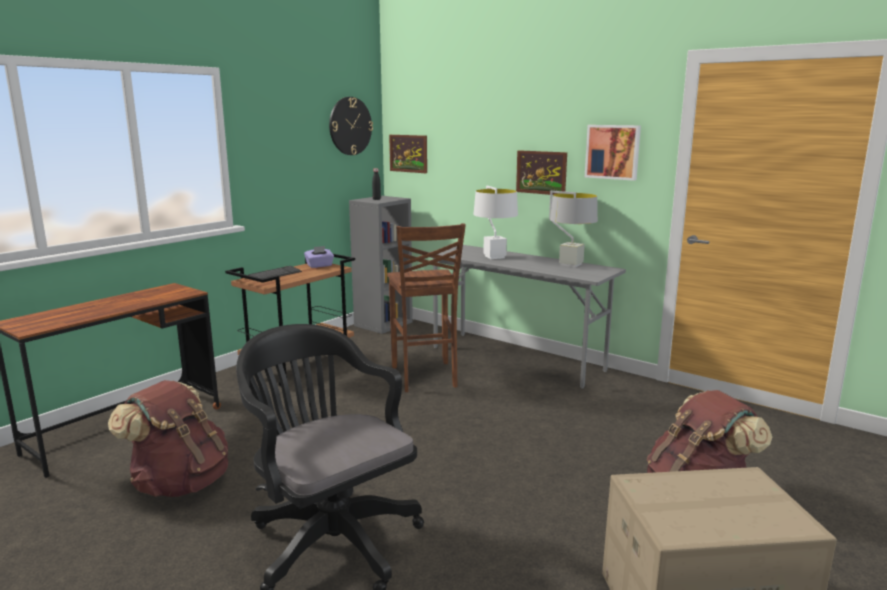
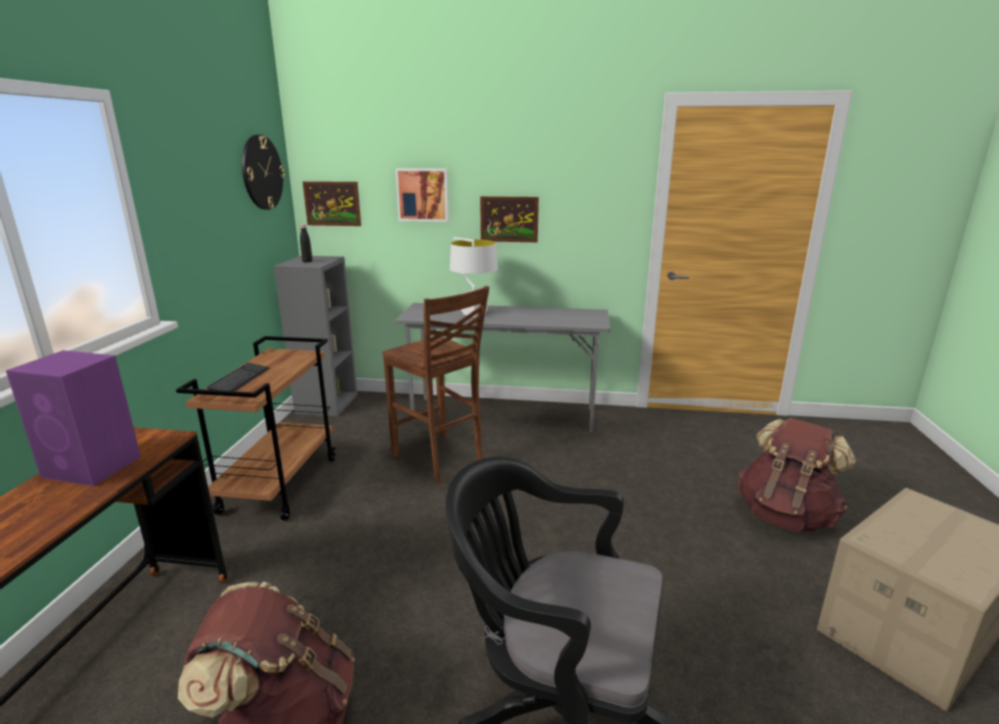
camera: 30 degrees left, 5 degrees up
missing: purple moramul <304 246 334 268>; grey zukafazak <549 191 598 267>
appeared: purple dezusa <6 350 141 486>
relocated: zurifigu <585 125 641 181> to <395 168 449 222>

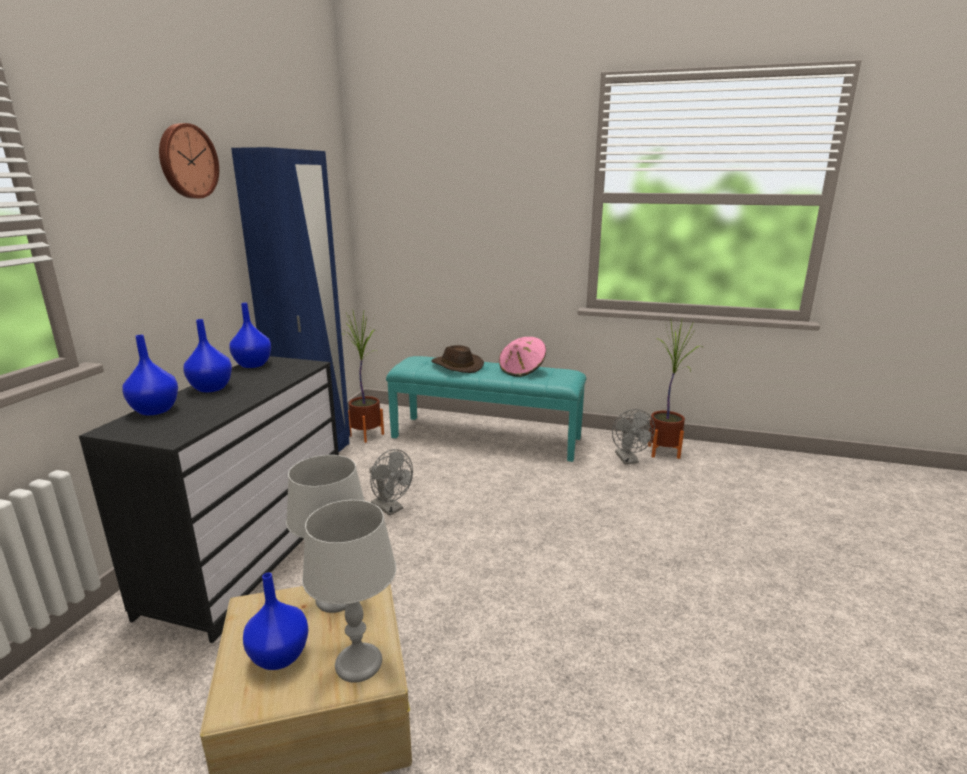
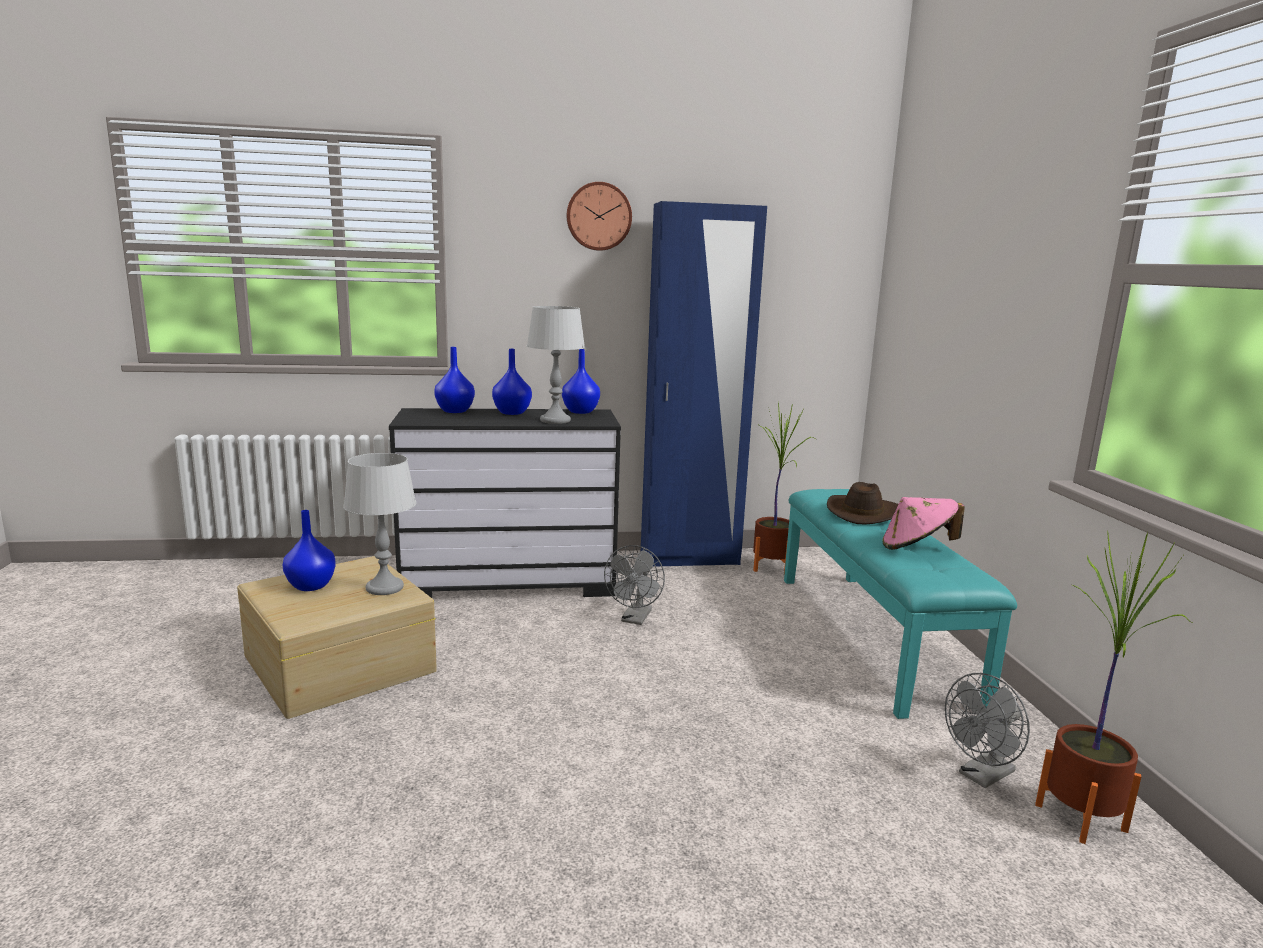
camera: 65 degrees right, 5 degrees down
relocated: grey zukafazak <302 500 396 683> to <527 306 585 424>

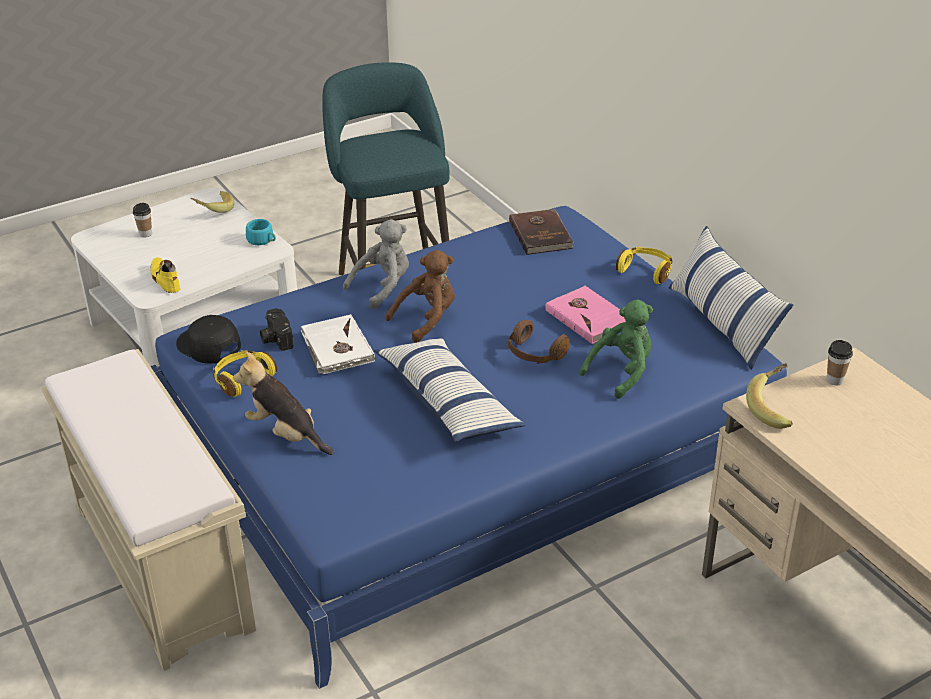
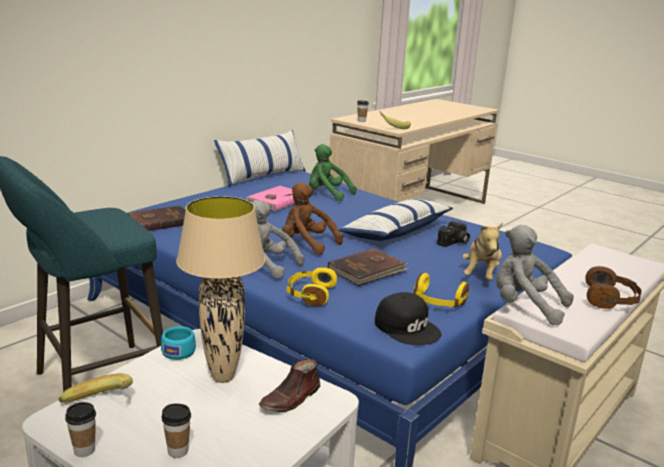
camera: 110 degrees left, 15 degrees down
appeared: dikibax <65 402 96 457>; beige zukafazak <176 196 265 383>; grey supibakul <496 225 574 325>
relocated: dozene <260 308 293 351> to <437 221 470 247>; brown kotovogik <508 320 570 364> to <585 266 642 309>; yellow kotovogik <616 247 672 284> to <286 267 337 306>
colour: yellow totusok <151 257 180 293> to brown totusok <259 359 320 412>; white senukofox <300 314 375 374> to brown senukofox <328 248 408 286>
spun: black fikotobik <176 315 241 364> = <375 292 441 345> 60 degrees counterclockwise

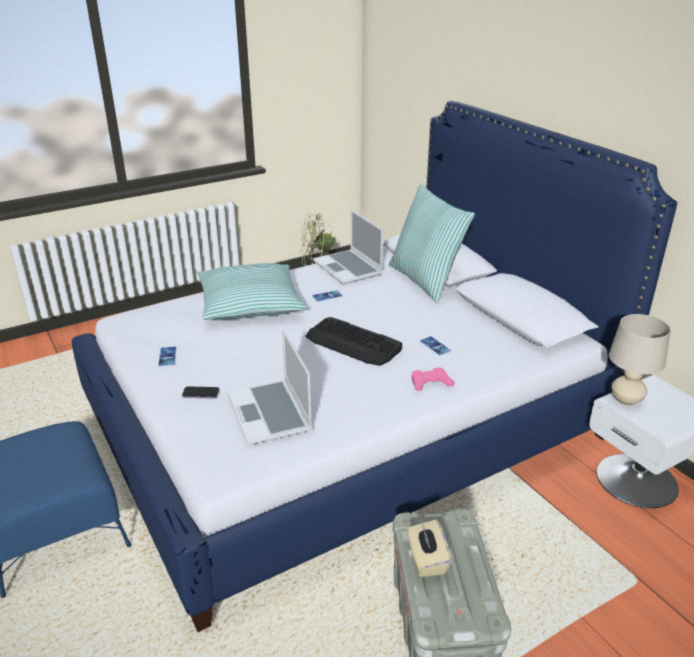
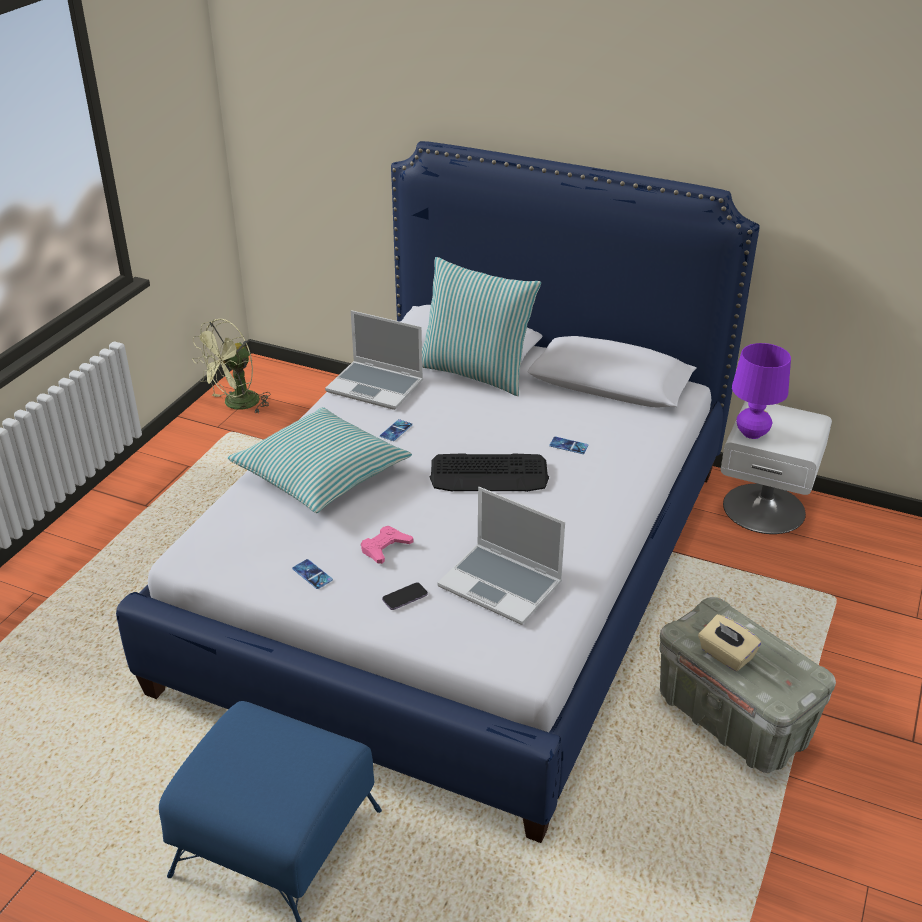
camera: 35 degrees left, 5 degrees up
relocated: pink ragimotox <412 367 455 391> to <361 526 413 564>
colour: beige zukafazak <609 314 671 406> to purple zukafazak <732 343 791 439>

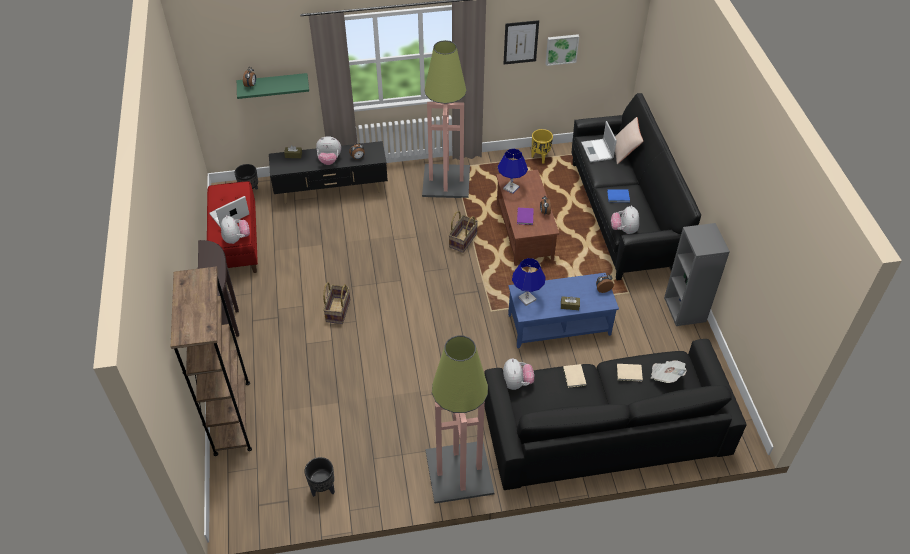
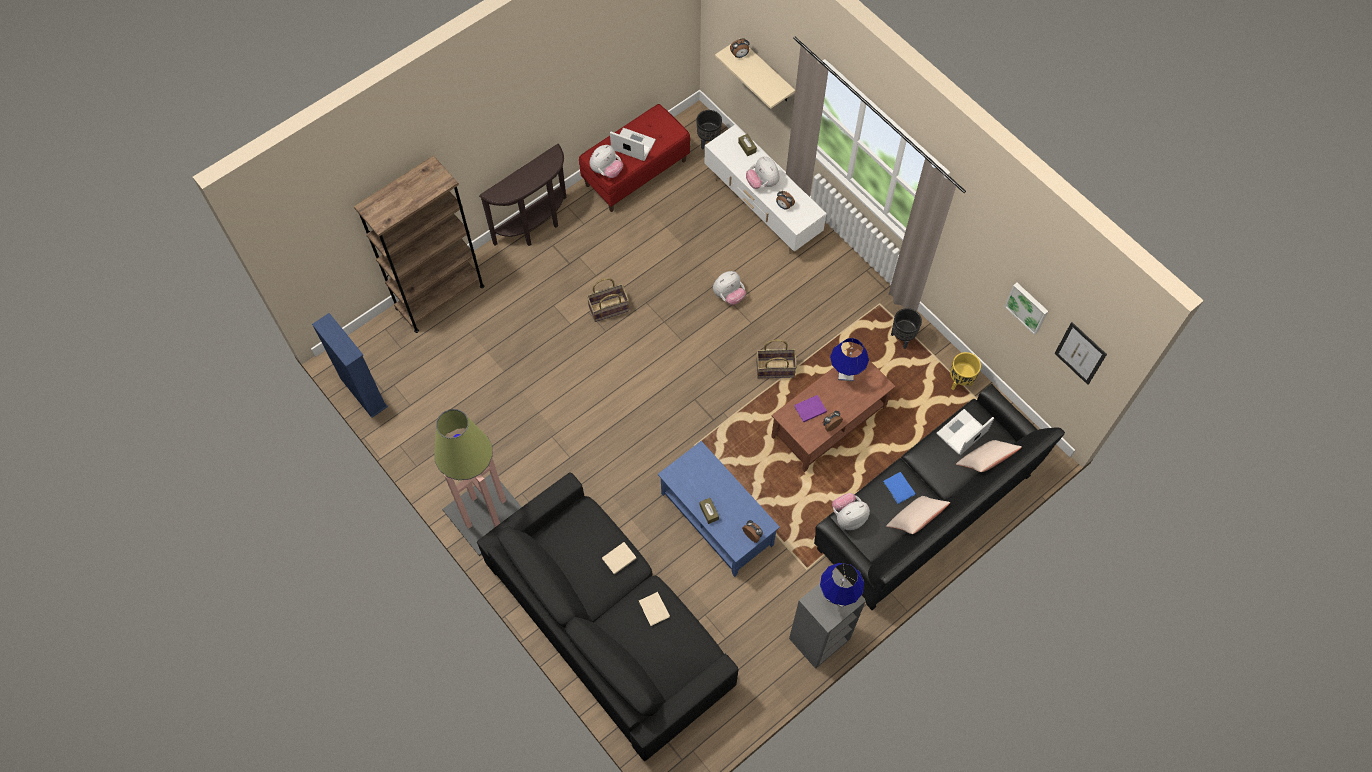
camera: 60 degrees right, 15 degrees up
missing: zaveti <422 40 470 198>; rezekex <651 360 687 383>
appeared: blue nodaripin <312 313 388 418>; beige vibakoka <886 496 950 534>
relocated: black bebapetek <305 457 335 497> to <891 308 922 349>; supibakul <503 358 534 390> to <713 271 746 305>; zurifigu <504 20 539 64> to <1054 322 1107 385>; blue zukafazak <512 258 546 306> to <820 563 864 608>
colour: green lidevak <237 73 309 99> to beige lidevak <715 38 795 109>; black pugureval <269 141 388 204> to white pugureval <705 125 827 254>

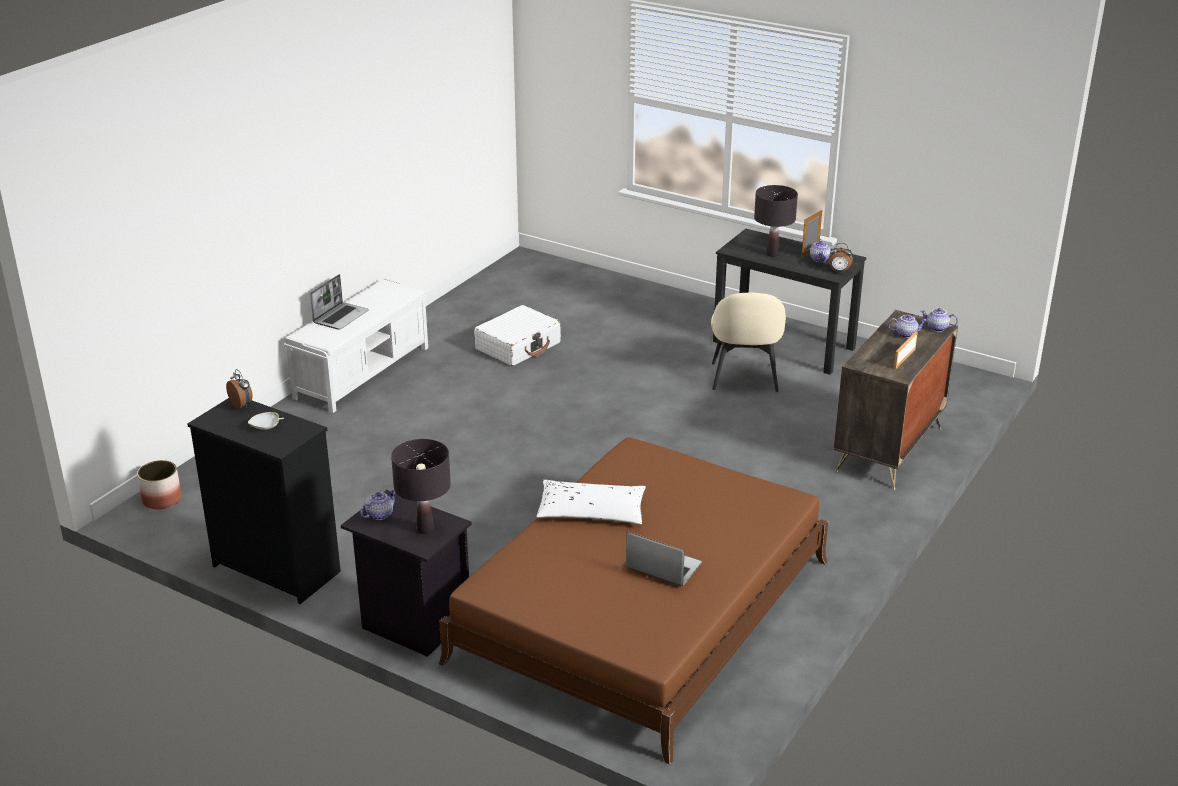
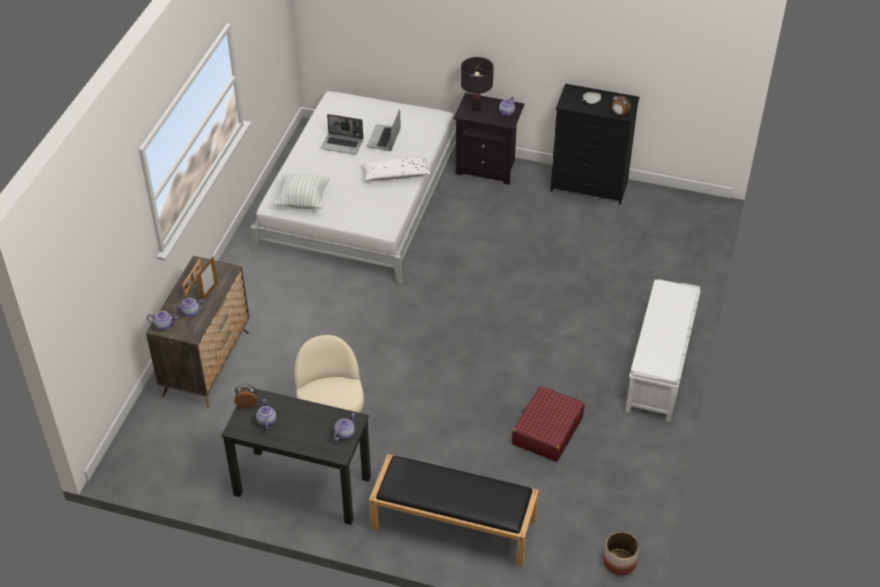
camera: 165 degrees right, 15 degrees up
missing: black zukafazak <754 185 798 257>
appeared: vibakoka <274 174 329 209>; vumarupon <333 413 355 441>; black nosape <369 454 539 567>
relocated: bebapetek <137 460 182 509> to <603 532 639 575>; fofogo <310 274 369 329> to <367 109 401 151>; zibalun <801 210 822 258> to <197 256 218 300>
colour: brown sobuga <439 437 828 765> to white sobuga <250 91 456 284>; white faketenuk <474 305 561 366> to red faketenuk <512 386 585 462>

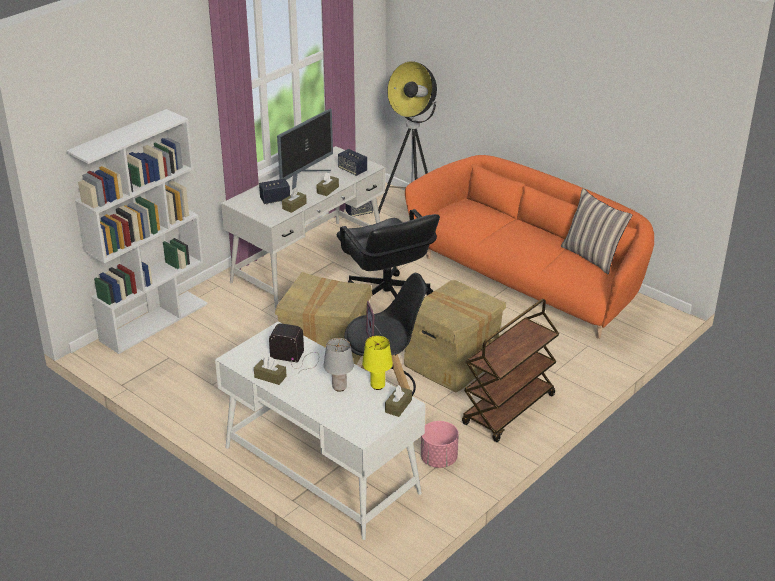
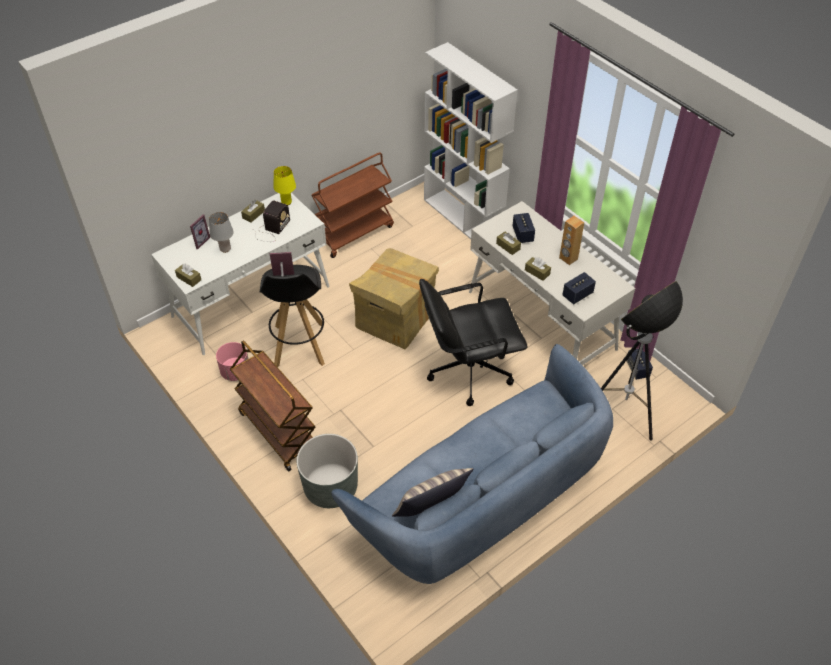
camera: 100 degrees right, 15 degrees up
missing: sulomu <404 280 506 393>
appeared: zibalun <190 214 210 250>; grey bebapetek <297 434 358 508>; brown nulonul <312 152 394 258>
relocated: yellow zukafazak <362 336 393 390> to <274 166 296 205>
exchanged: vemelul <277 109 333 190> to brown dezusa <559 216 584 265>
colour: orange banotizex <405 155 654 339> to blue banotizex <332 344 613 584>

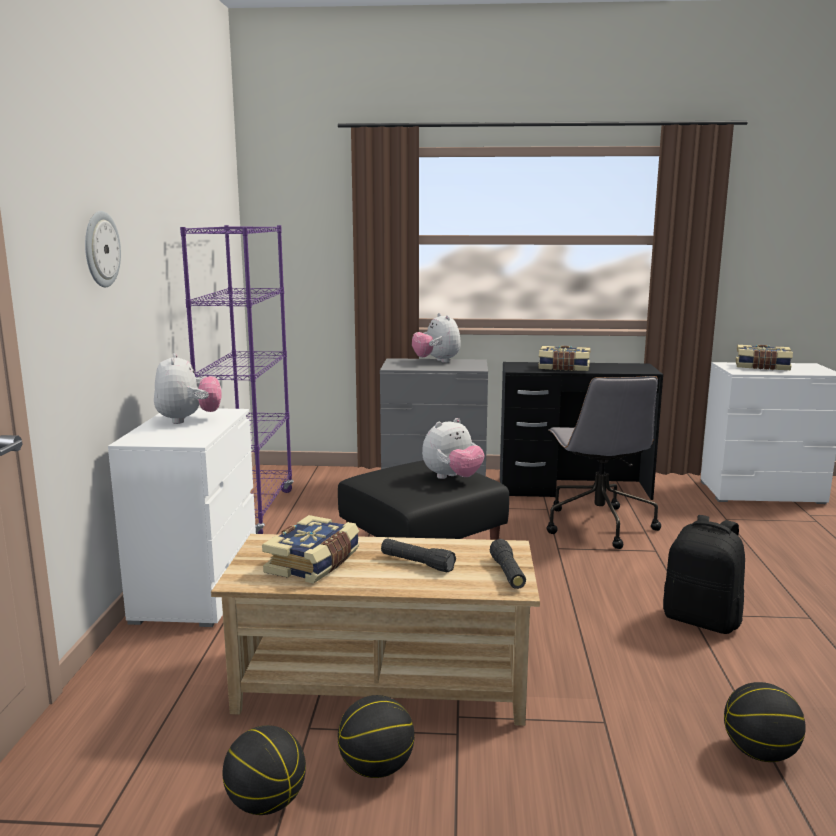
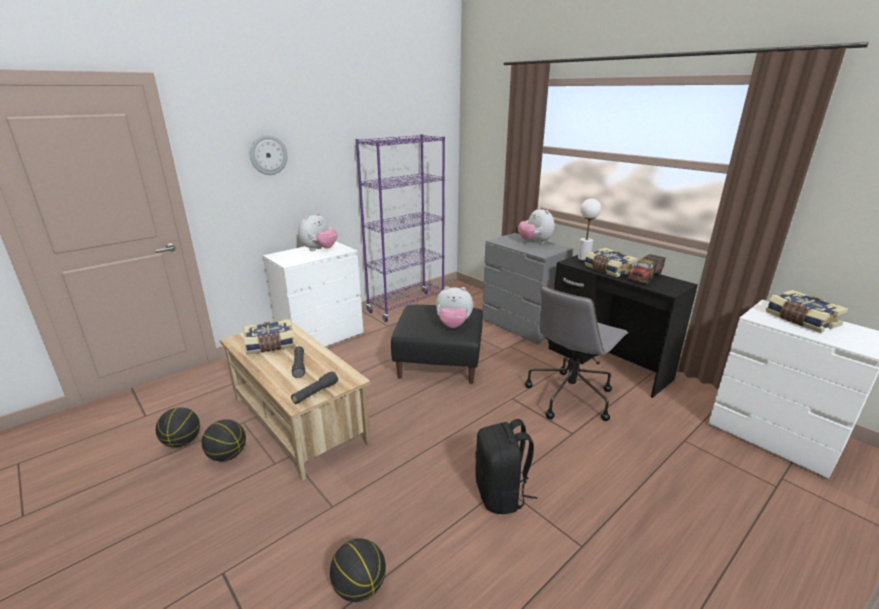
camera: 45 degrees right, 10 degrees up
appeared: white zukafazak <578 198 601 260>; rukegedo <628 254 666 285>
spun: supibakul <412 313 461 363> = <518 207 555 244> 45 degrees counterclockwise

